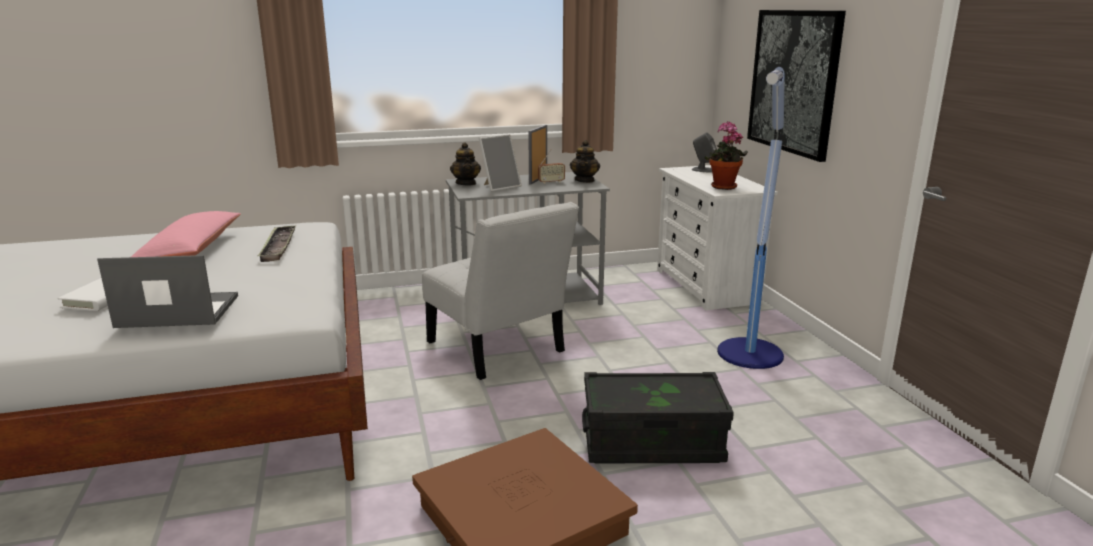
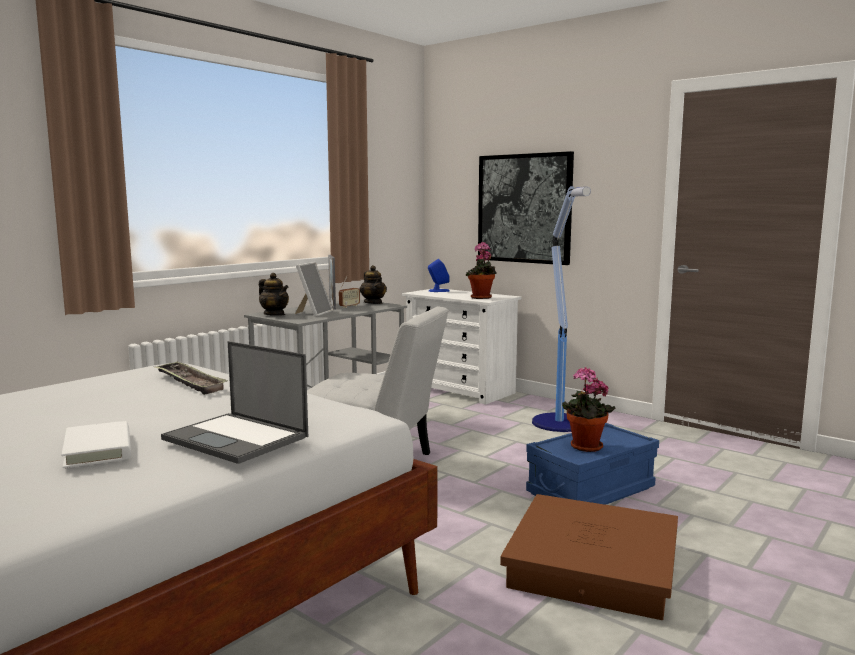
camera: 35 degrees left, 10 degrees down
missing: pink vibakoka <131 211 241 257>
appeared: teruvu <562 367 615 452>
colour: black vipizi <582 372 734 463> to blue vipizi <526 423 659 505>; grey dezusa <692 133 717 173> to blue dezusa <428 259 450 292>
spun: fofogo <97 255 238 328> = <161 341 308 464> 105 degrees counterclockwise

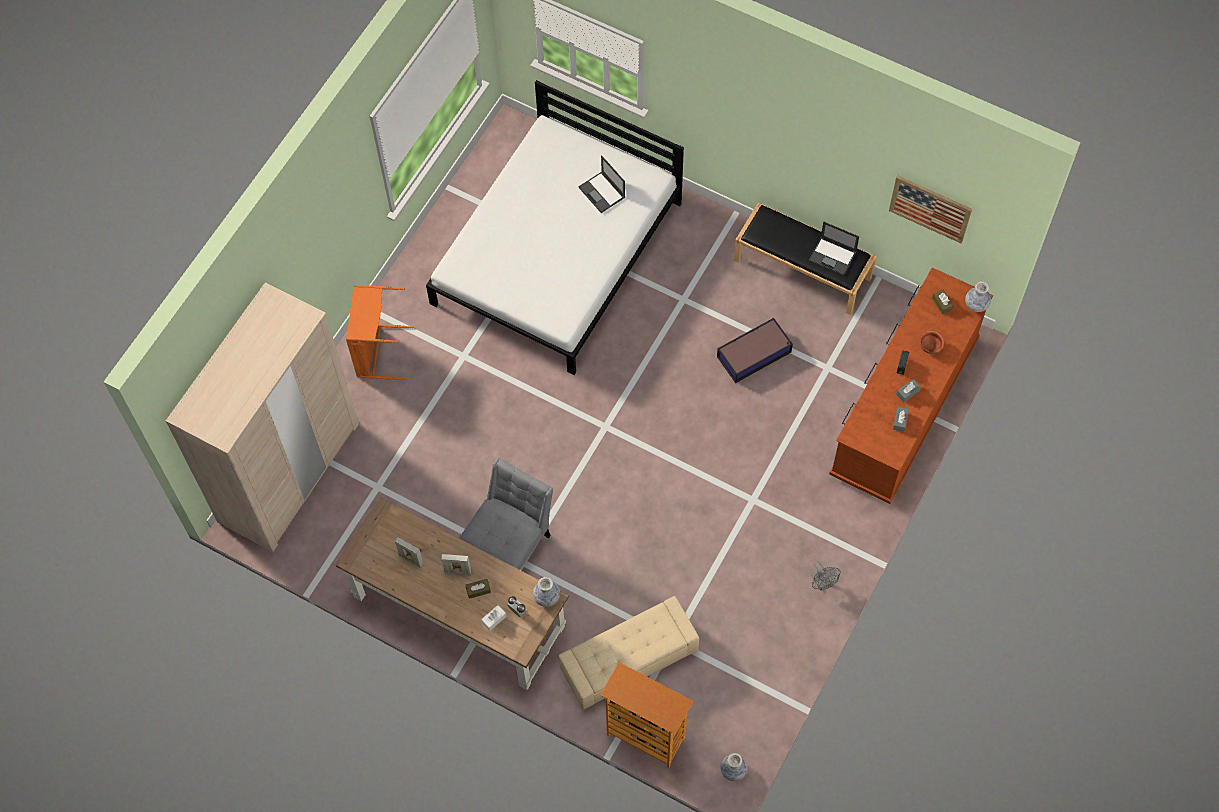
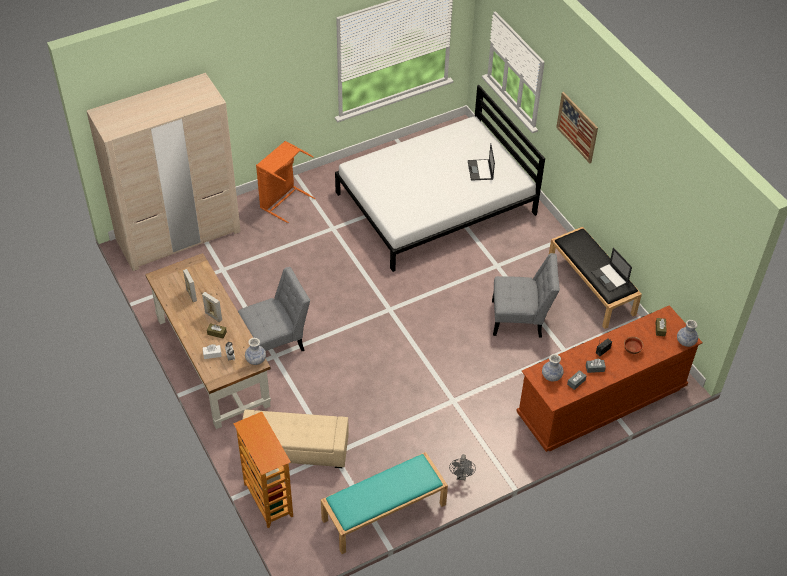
camera: 30 degrees right, 15 degrees down
appeared: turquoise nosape <321 452 448 554>
relocated: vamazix <720 753 747 781> to <542 354 563 381>; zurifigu <889 175 972 244> to <556 92 598 163>
exchanged: vipizi <717 318 793 383> to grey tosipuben <492 253 560 337>

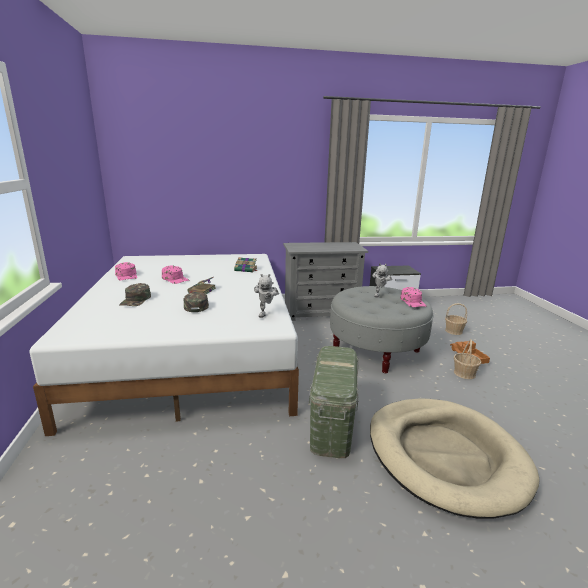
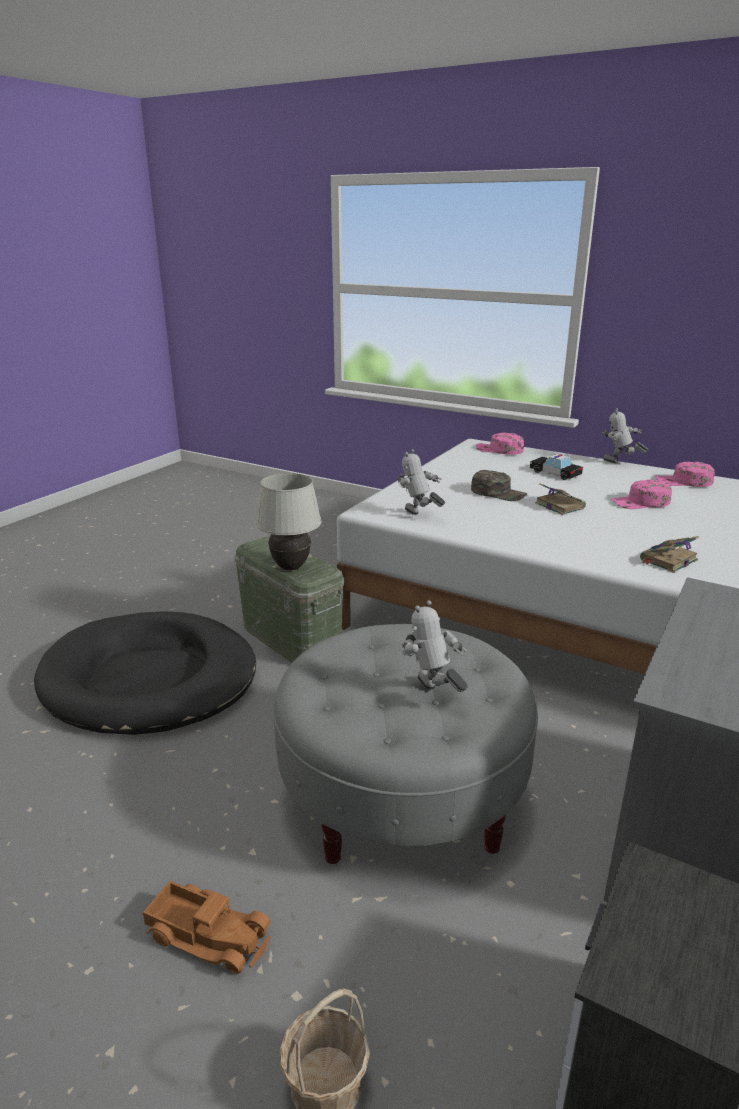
camera: 130 degrees right, 5 degrees up
missing: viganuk <454 339 482 379>
appeared: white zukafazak <256 473 322 570>; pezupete <602 408 649 463>
relocated: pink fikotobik <400 287 427 307> to <476 433 524 455>
exchanged: green fikotobik <119 283 151 306> to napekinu <530 454 583 480>
colour: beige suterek <370 398 540 519> to black suterek <34 611 256 735>

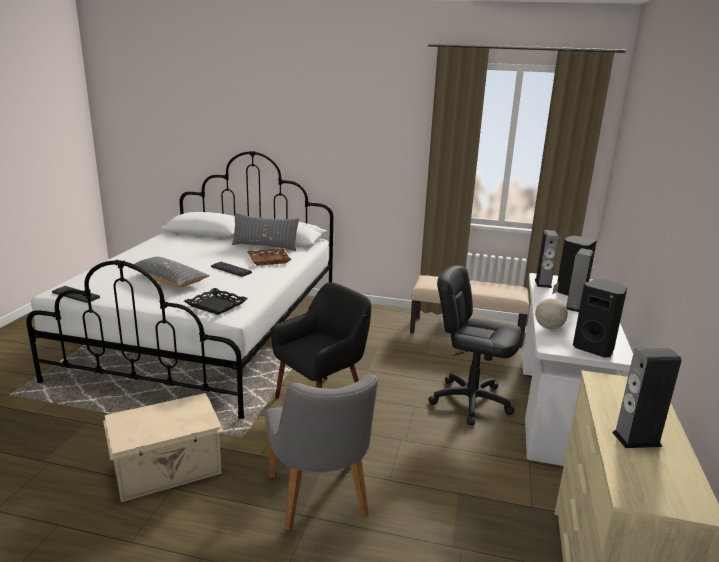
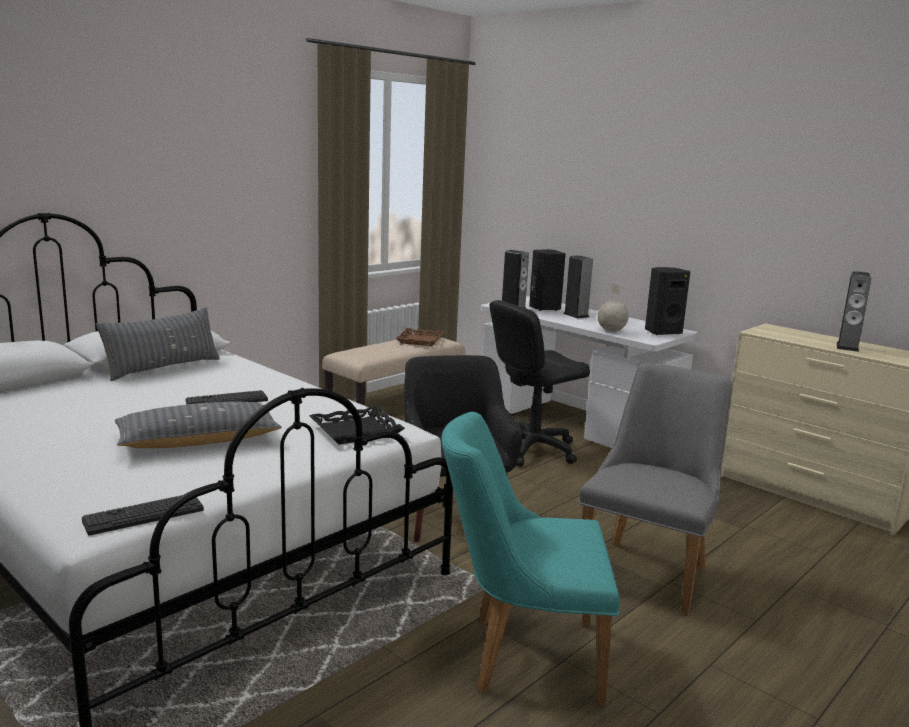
camera: 60 degrees left, 5 degrees down
relocated: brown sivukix <247 248 291 266> to <396 328 444 346>
exchanged: beige vipizi <103 393 224 502> to turquoise tosipuben <442 412 620 707>
spun: grey tosipuben <265 374 378 531> = <579 363 733 616> 75 degrees counterclockwise

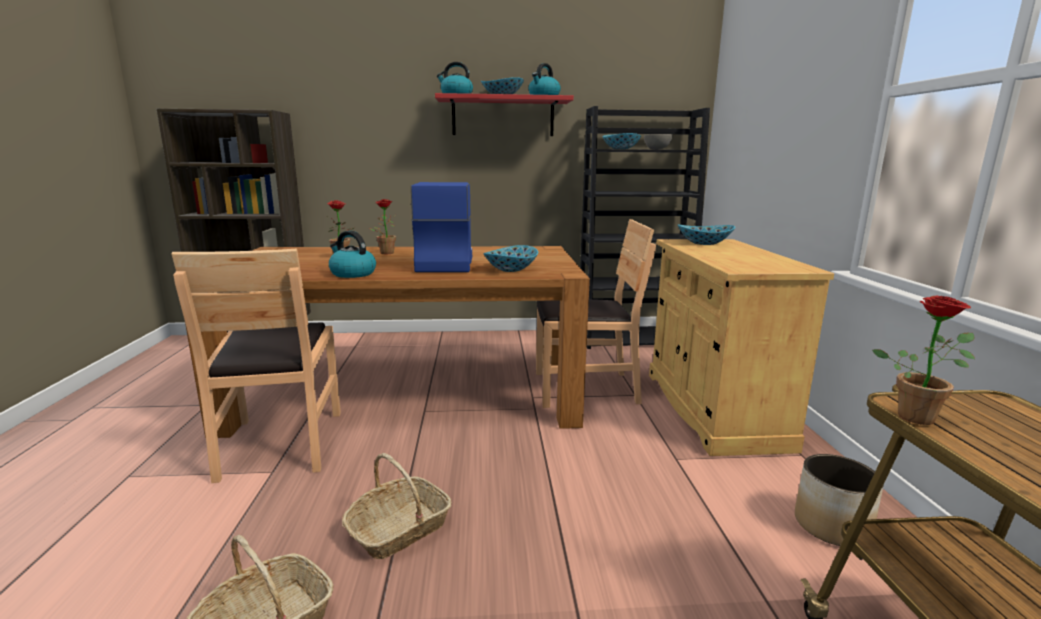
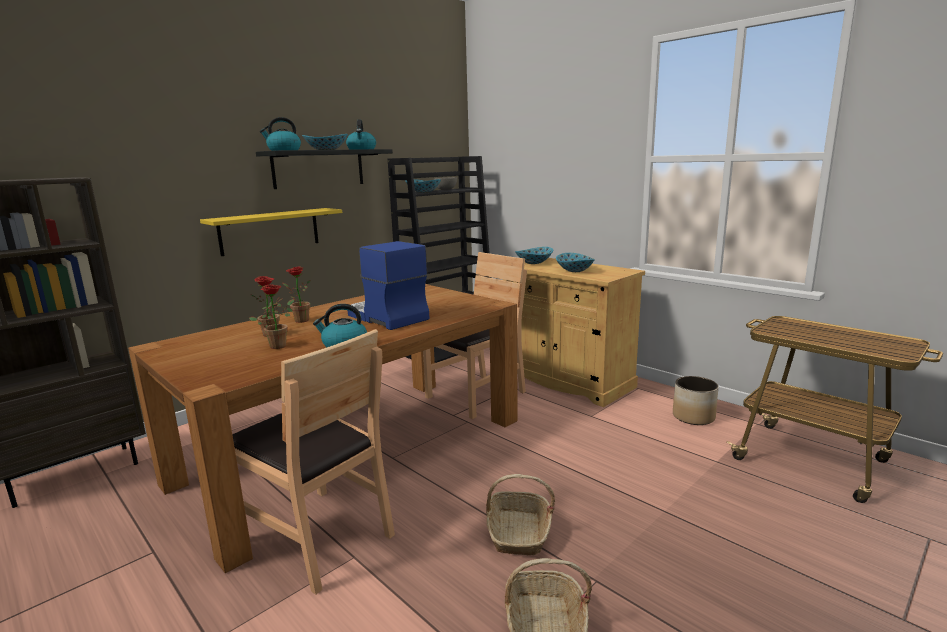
camera: 40 degrees left, 0 degrees up
appeared: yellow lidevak <200 208 342 256>
relocated: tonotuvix <483 245 538 272> to <556 253 595 272>; teruvu <872 296 975 425> to <249 284 294 349>
colour: red lidevak <435 93 574 136> to black lidevak <256 149 393 189>

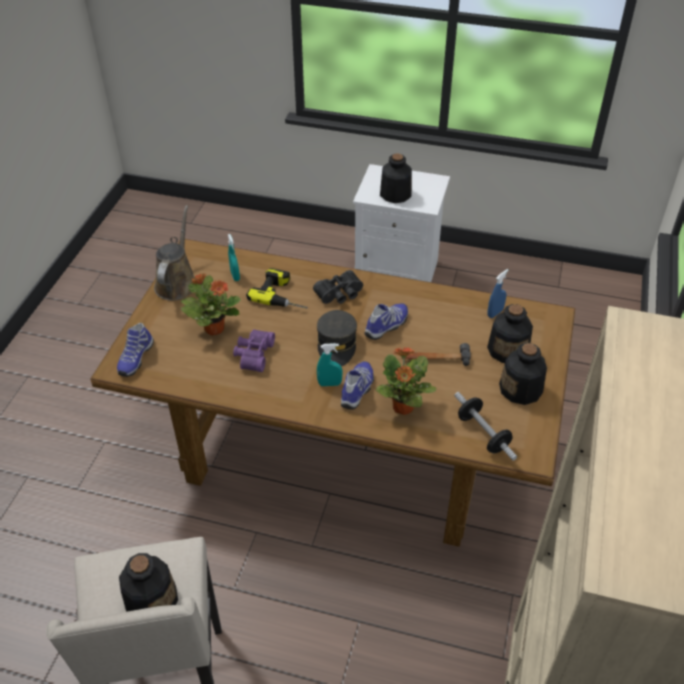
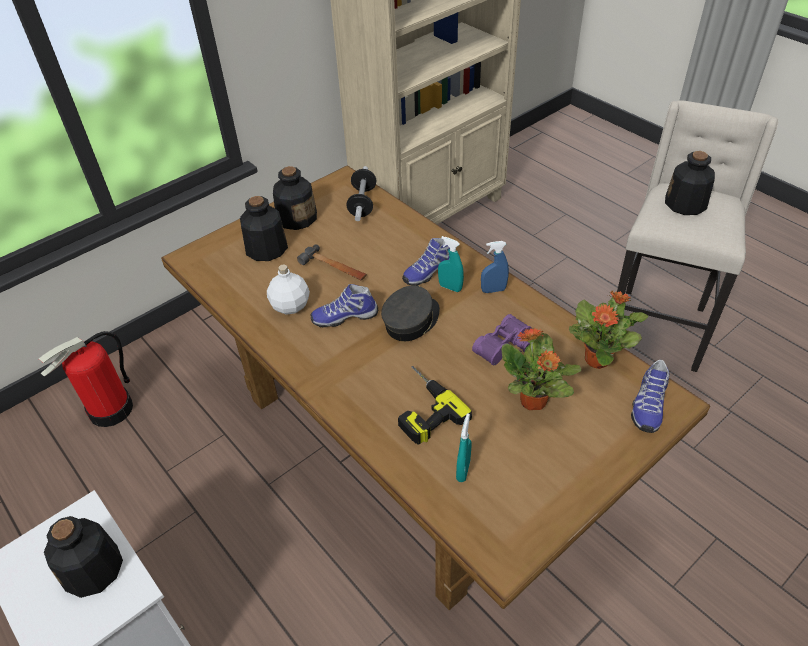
camera: 145 degrees left, 0 degrees up
missing: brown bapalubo <154 205 195 301>; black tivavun <313 270 363 304>
appeared: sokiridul <39 331 133 427>; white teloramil <267 265 310 315>
relocated: teruvu <376 347 436 415> to <569 291 648 369>; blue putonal <487 269 509 318> to <481 241 509 293>
spun: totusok <117 323 154 377> = <631 360 669 433> 150 degrees clockwise

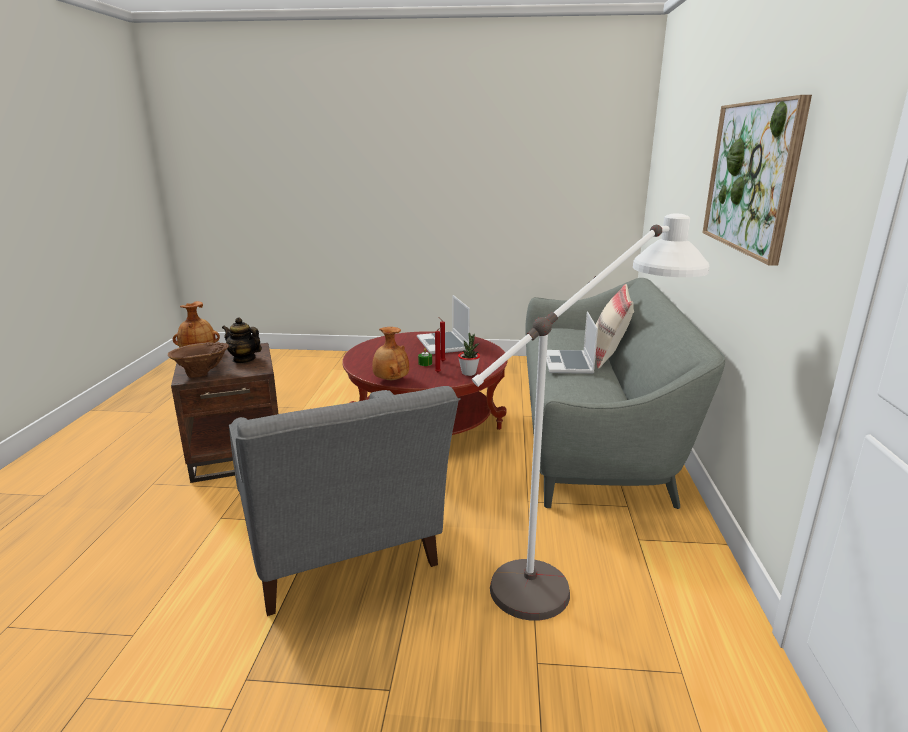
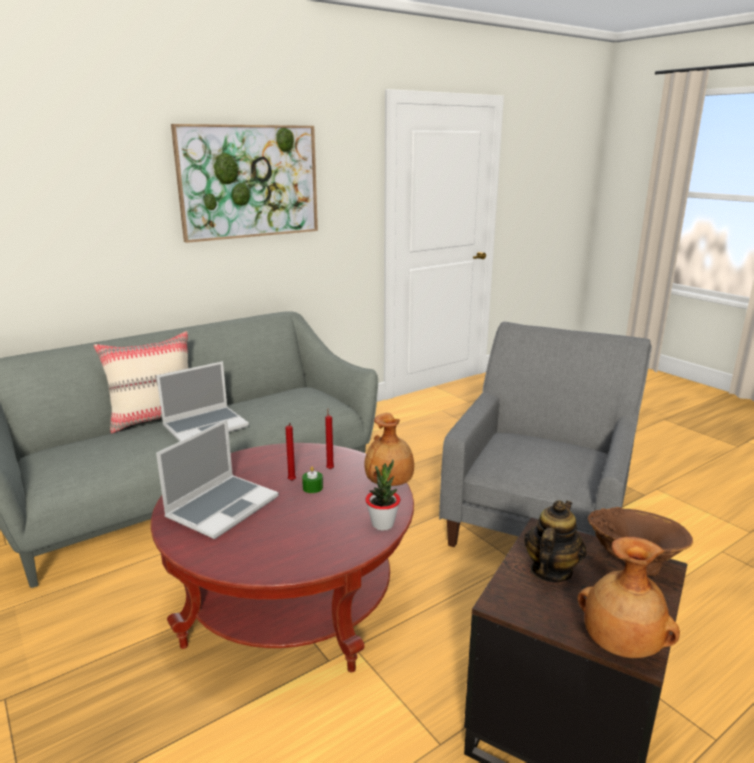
camera: 130 degrees left, 0 degrees up
missing: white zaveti <472 213 709 621>
relocated: teruvu <458 333 480 376> to <365 460 400 531>
spun: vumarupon <222 317 262 364> = <524 500 586 582> 135 degrees counterclockwise

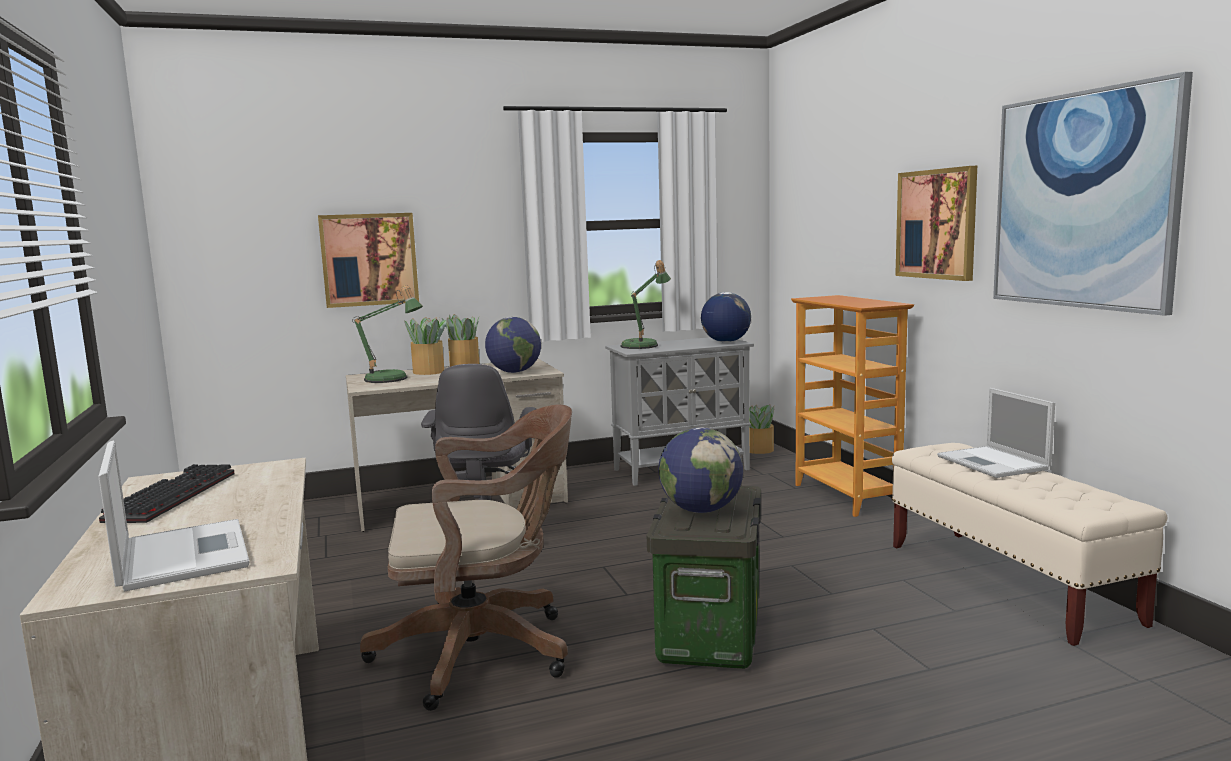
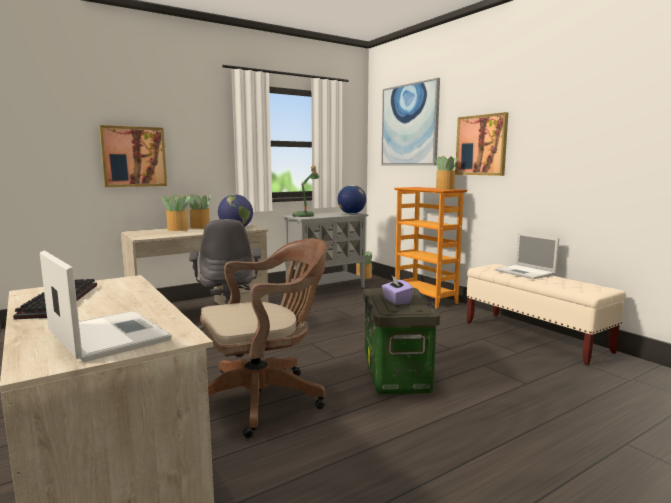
camera: 15 degrees left, 0 degrees up
missing: zukafazak <352 285 423 383>
appeared: teruvu <434 156 458 189>
relocated: zurifigu <993 72 1193 316> to <381 78 440 166>
exchanged: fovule <658 427 743 513> to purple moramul <382 276 414 305>

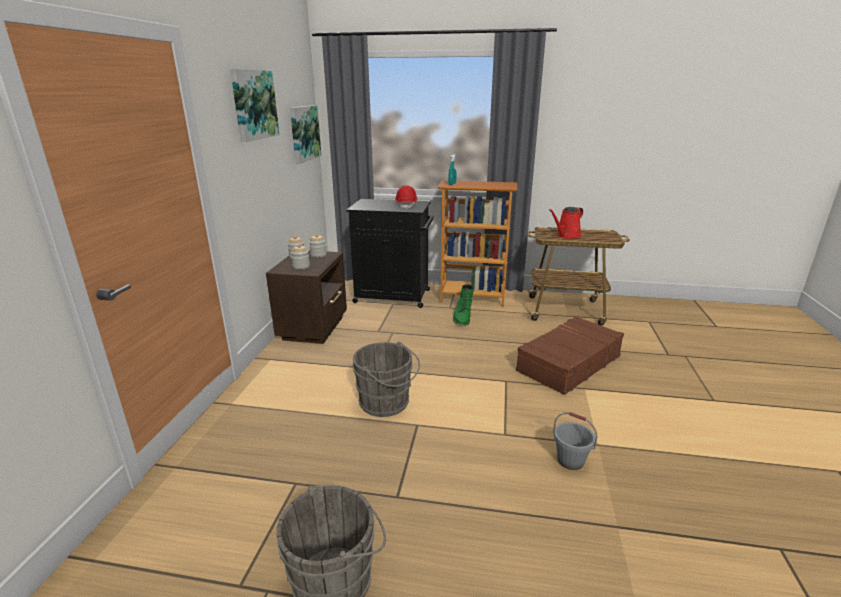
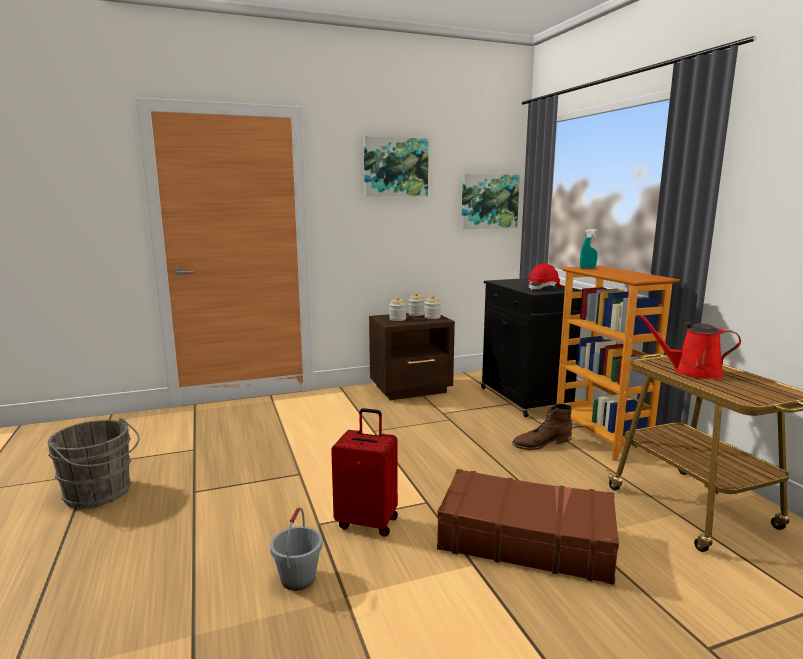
camera: 60 degrees right, 10 degrees down
missing: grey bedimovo <352 342 420 417>
appeared: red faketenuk <331 408 398 537>
colour: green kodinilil <453 284 474 326> to brown kodinilil <512 404 572 450>

